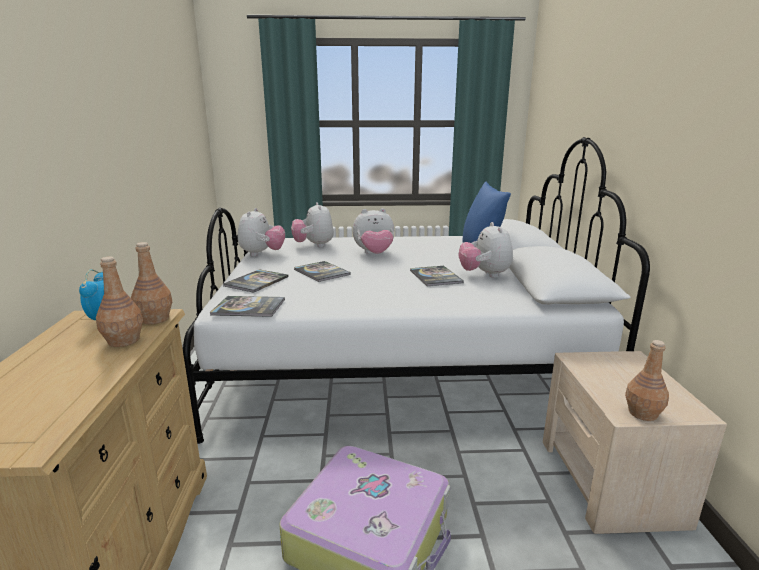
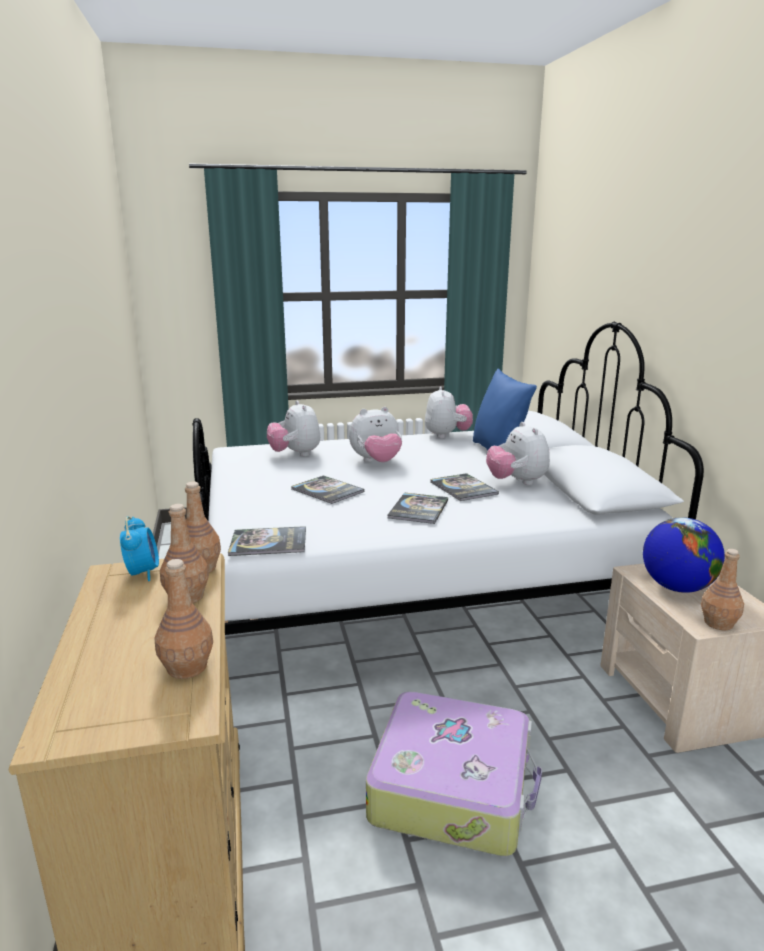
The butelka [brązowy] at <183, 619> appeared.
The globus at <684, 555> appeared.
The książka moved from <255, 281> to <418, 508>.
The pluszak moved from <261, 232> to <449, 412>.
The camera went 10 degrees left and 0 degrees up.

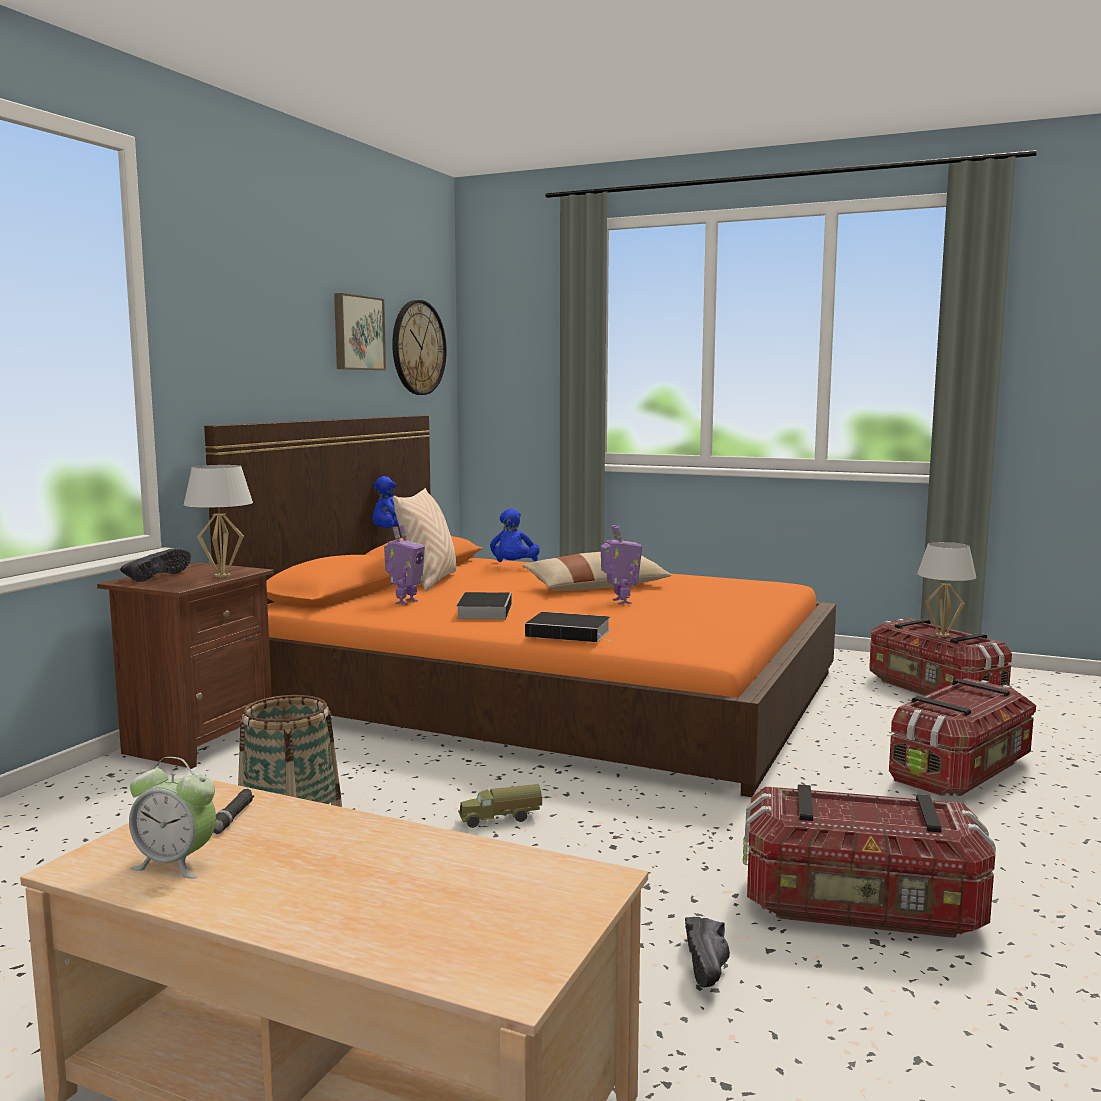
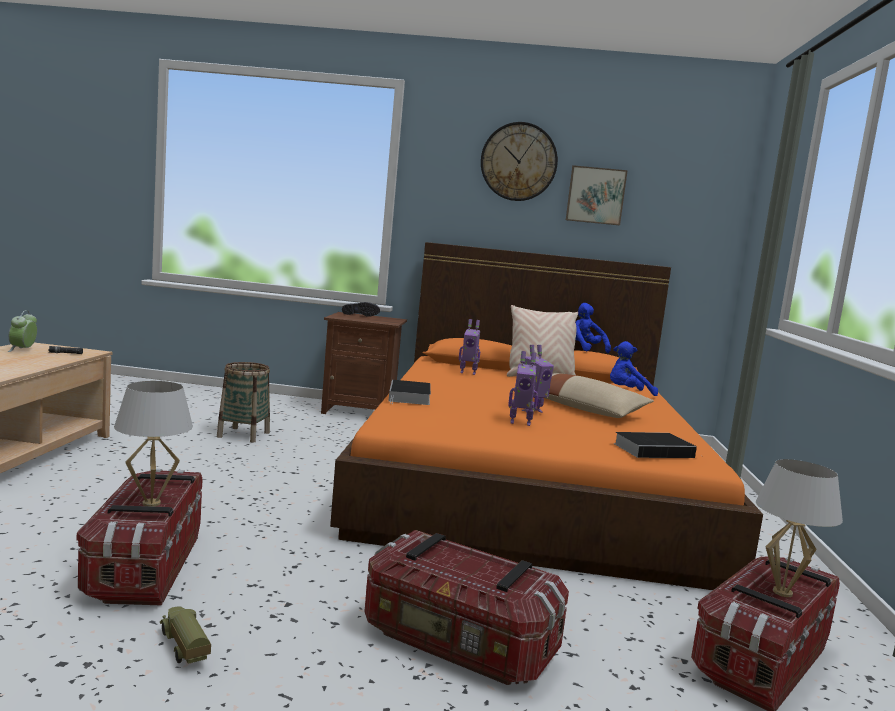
The but [czarny] at <707, 952> disappeared.
The robot zabawkowy at <523, 388> appeared.
The lampa stołowa [biały] moved from <218, 521> to <153, 444>.
The zegar ścienny moved from <419, 347> to <519, 161>.
The książka moved from <483, 606> to <658, 445>.
The ciężarówka zabawkowa moved from <500, 806> to <185, 635>.
The camera went 70 degrees right and 0 degrees up.

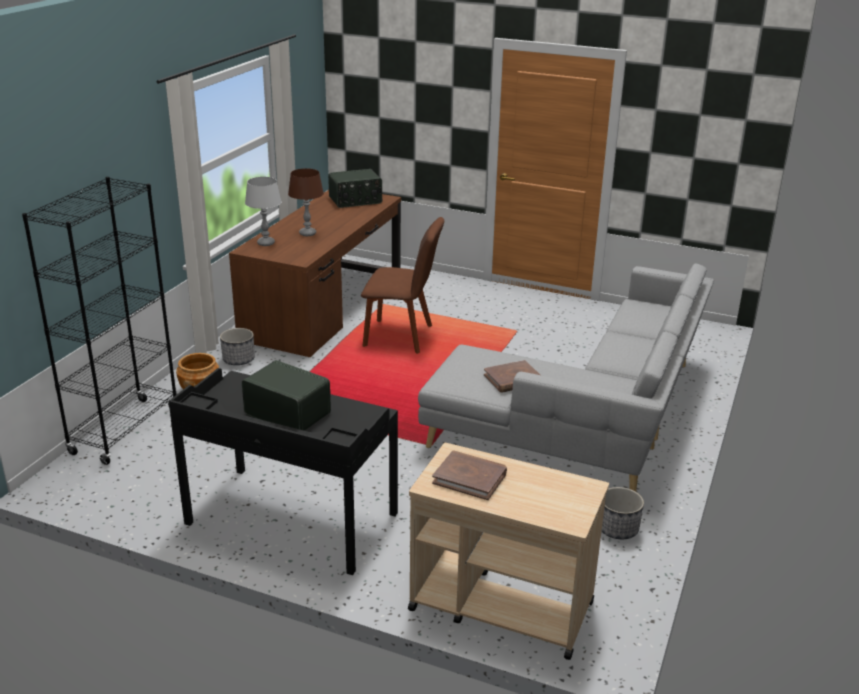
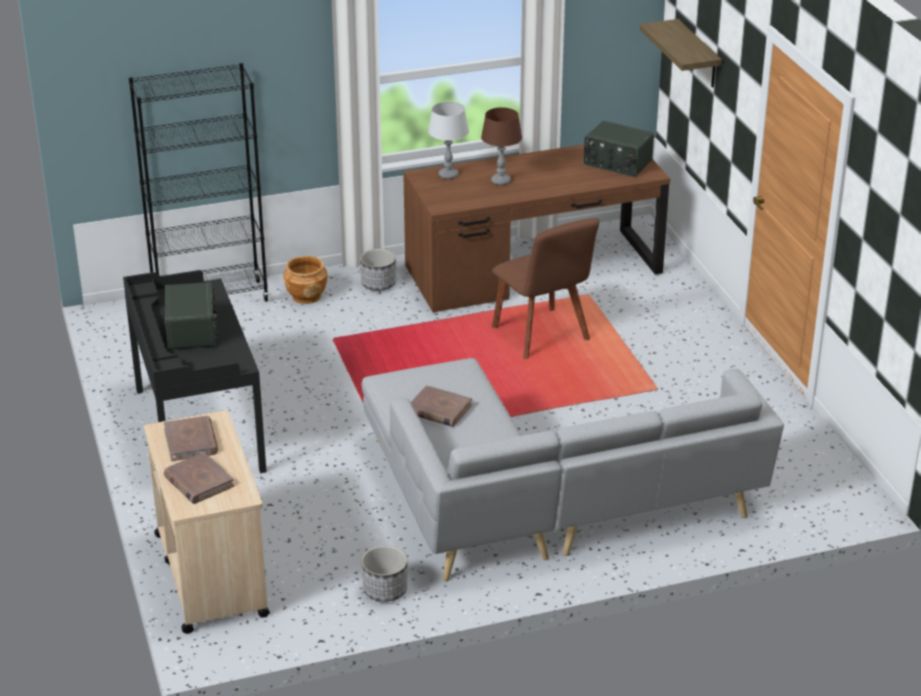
The książka [brązowy] at <198, 478> appeared.
The półka at <681, 53> appeared.
The camera went 50 degrees right and 5 degrees up.

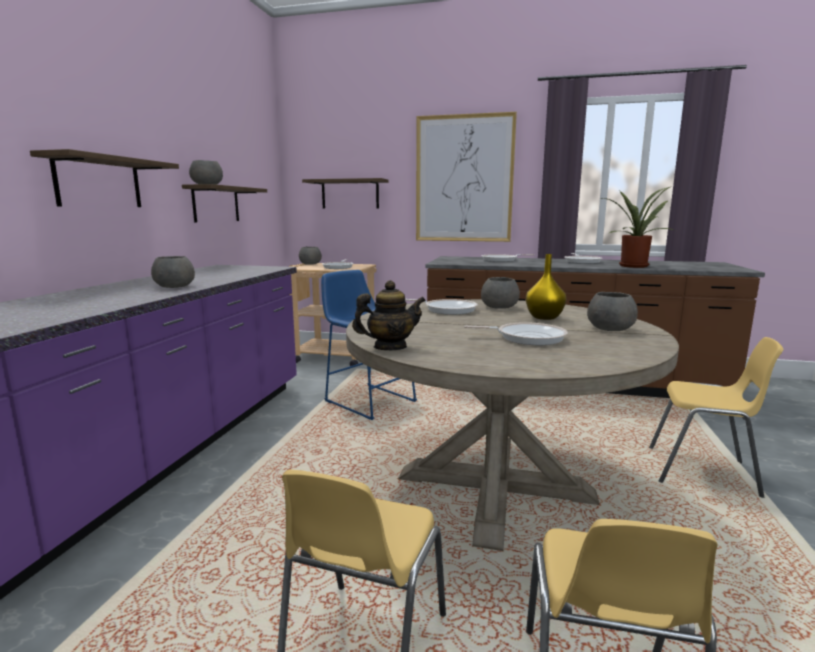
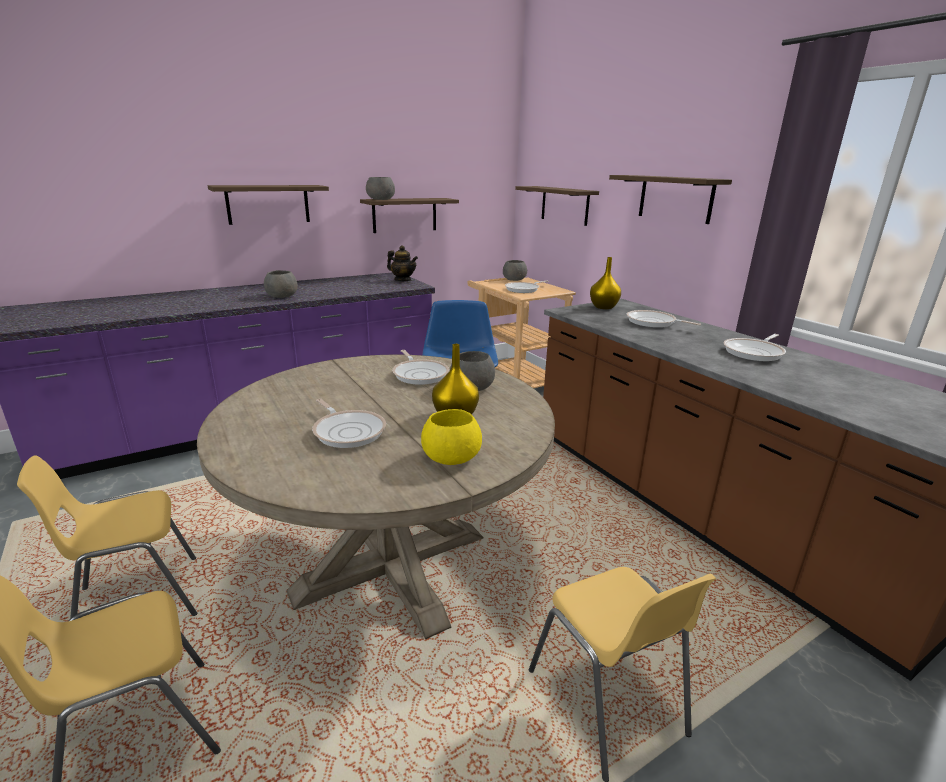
The roślina doniczkowa at <639, 227> disappeared.
The wazon [żółty] at <605, 283> appeared.
The imbryk moved from <389, 315> to <402, 263>.
The obraz at <466, 177> was replaced by the półka at <670, 199>.
The miska [szary] at <612, 311> became the miska [żółty] at <451, 437>.
The camera went 45 degrees right and 10 degrees up.

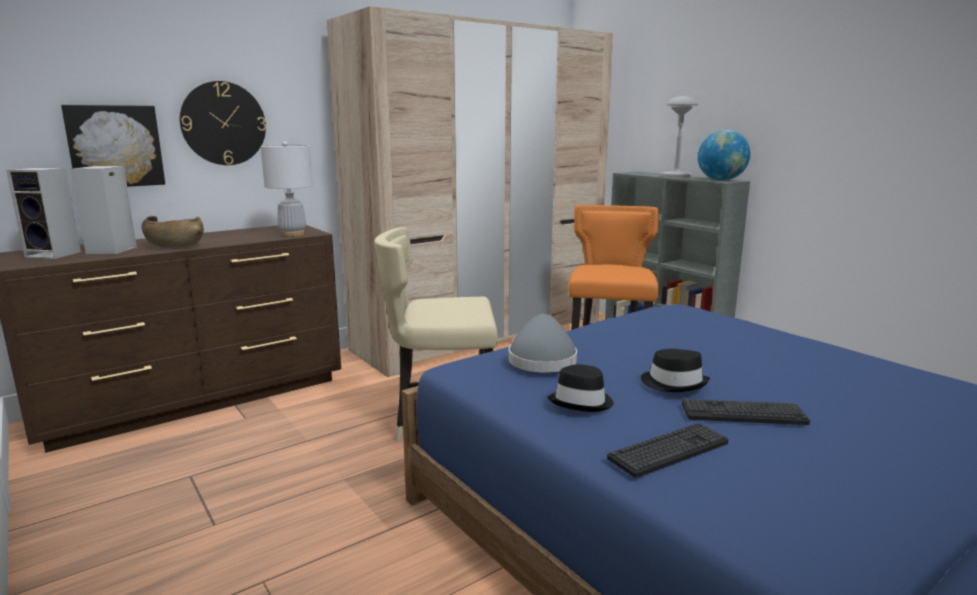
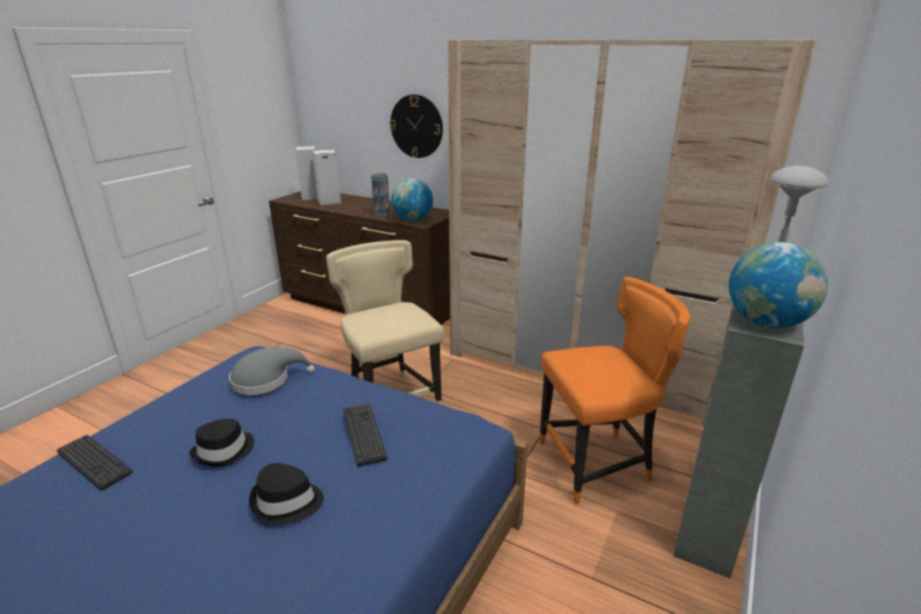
The obraz at <113, 146> disappeared.
The miska [brązowy] at <173, 232> disappeared.
The wazon at <380, 195> appeared.
The kapelusz [czarny] moved from <580, 388> to <286, 493>.
The klawiatura moved from <746, 412> to <365, 435>.
The lampa stołowa [biały] at <286, 189> was replaced by the globus at <412, 200>.
The camera went 65 degrees right and 10 degrees up.

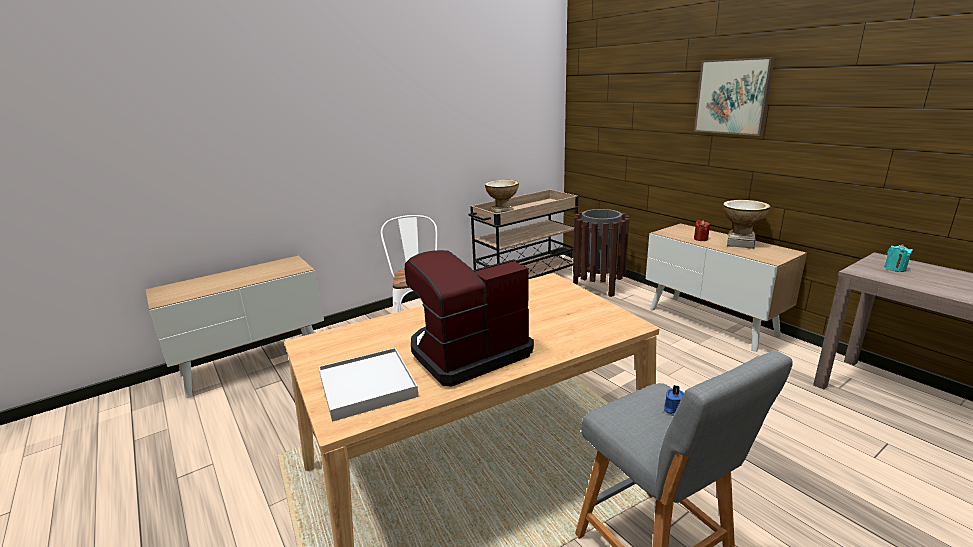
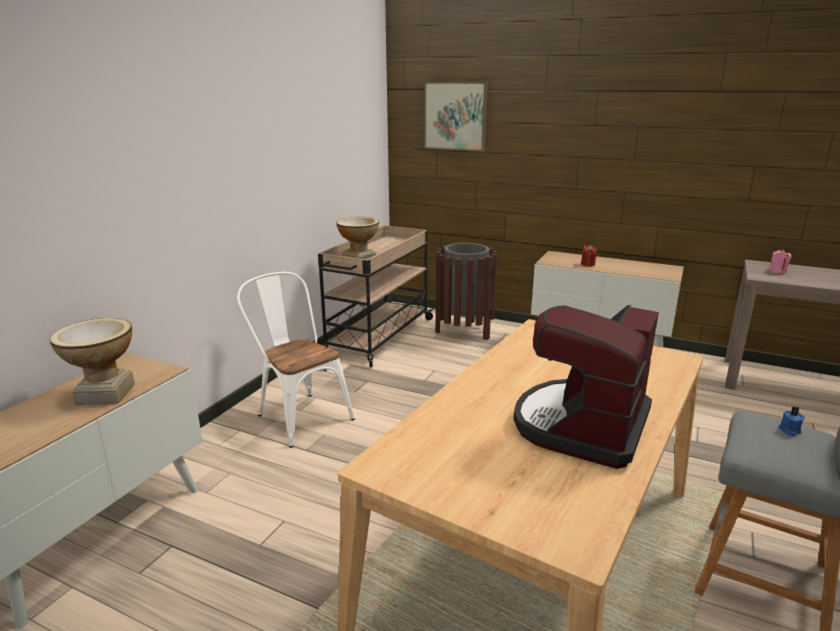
The taca [biały] at <369, 385> disappeared.
The obraz moved from <734, 96> to <455, 117>.
The wazon moved from <746, 224> to <92, 361>.
The świeca [turkusowy] at <898, 258> became the świeca [różowy] at <780, 261>.
The camera went 30 degrees left and 0 degrees up.

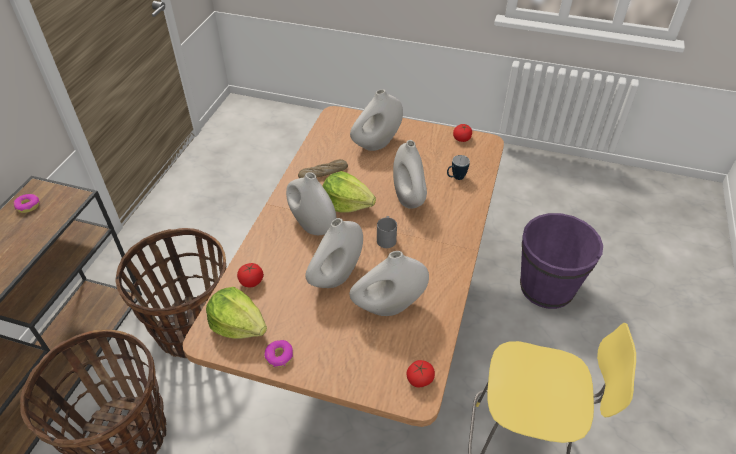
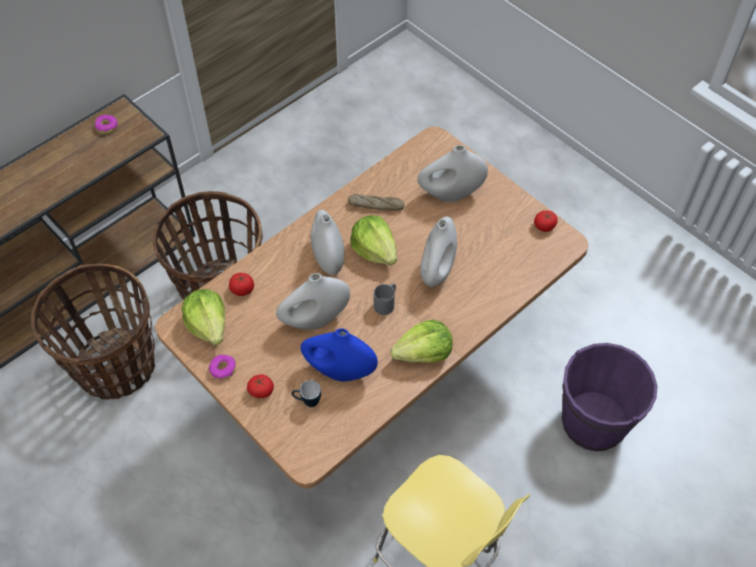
The sałata at <421, 341> appeared.
The pomidor moved from <420, 373> to <260, 386>.
The kubek moved from <458, 167> to <306, 393>.
The wazon [biały] at <389, 283> became the wazon [niebieski] at <339, 355>.
The camera went 30 degrees right and 10 degrees up.

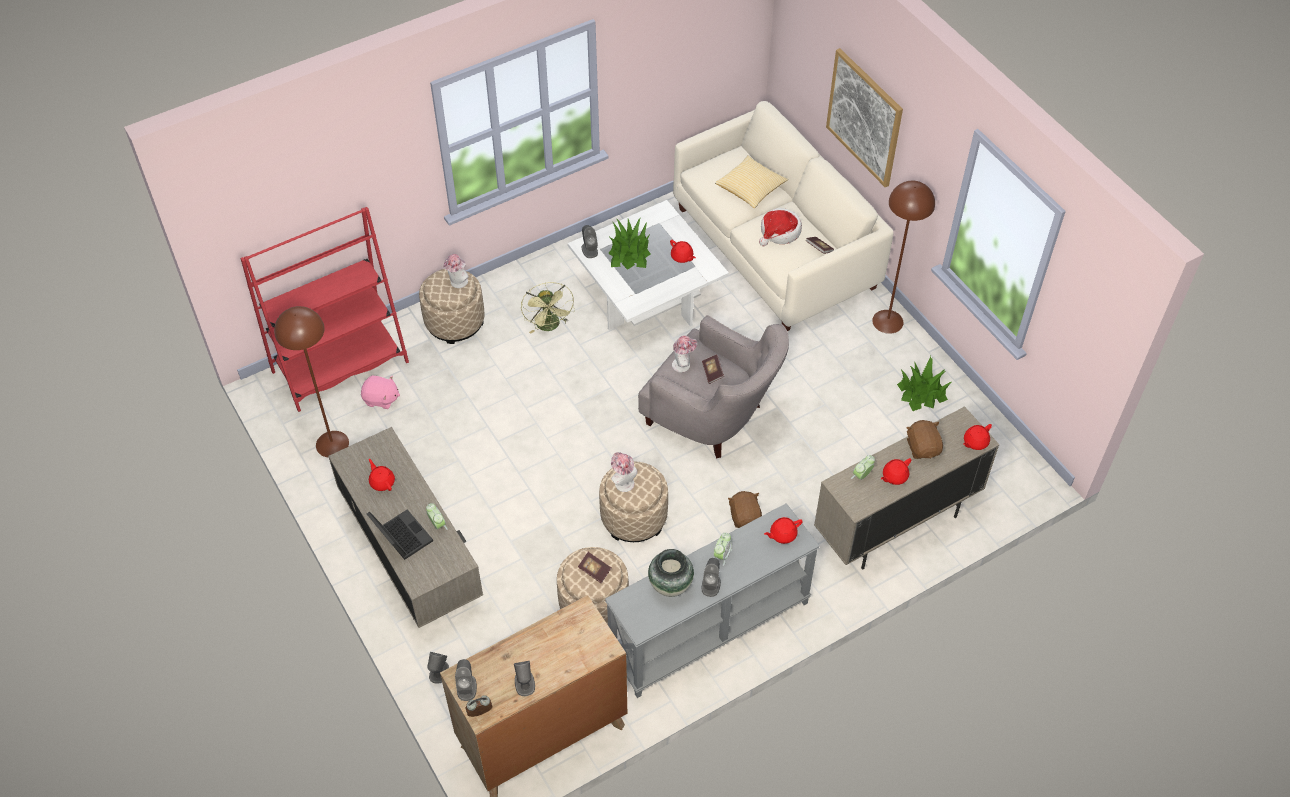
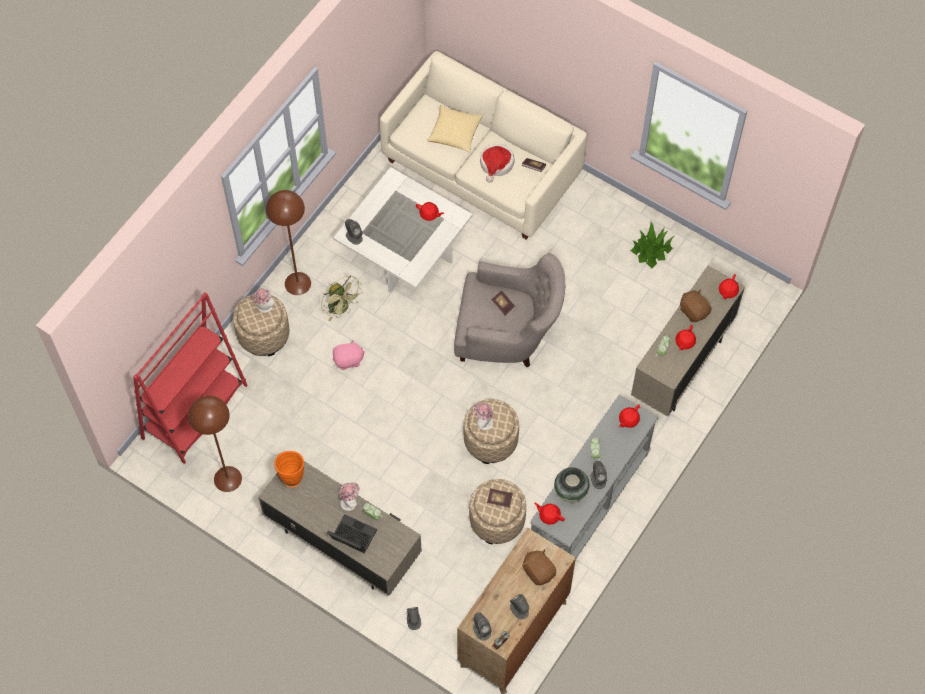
The roślina doniczkowa at <629, 243> disappeared.
The obraz at <864, 117> disappeared.
The wazon [pomarańczowy] at <289, 469> appeared.
The pluszak [różowy] moved from <380, 392> to <349, 354>.
The imbryk [czerwony] moved from <382, 475> to <549, 514>.
The kapelusz moved from <684, 353> to <349, 497>.
The pluszak [brązowy] moved from <745, 509> to <539, 567>.
The lampa stojąca [brązowy] moved from <903, 257> to <288, 242>.
The camera went 25 degrees left and 10 degrees up.

